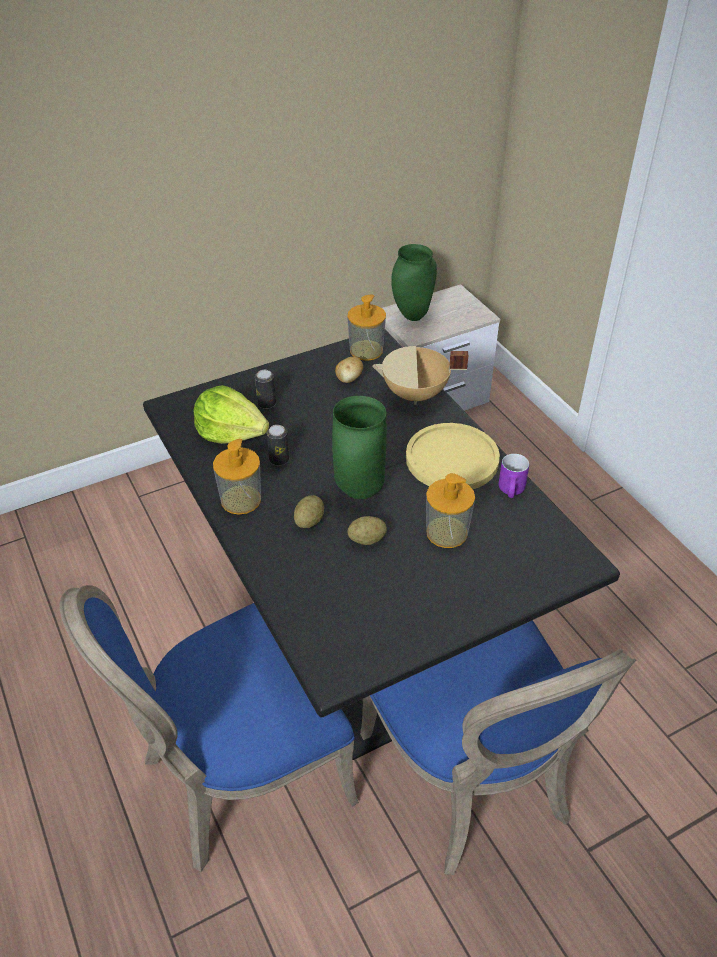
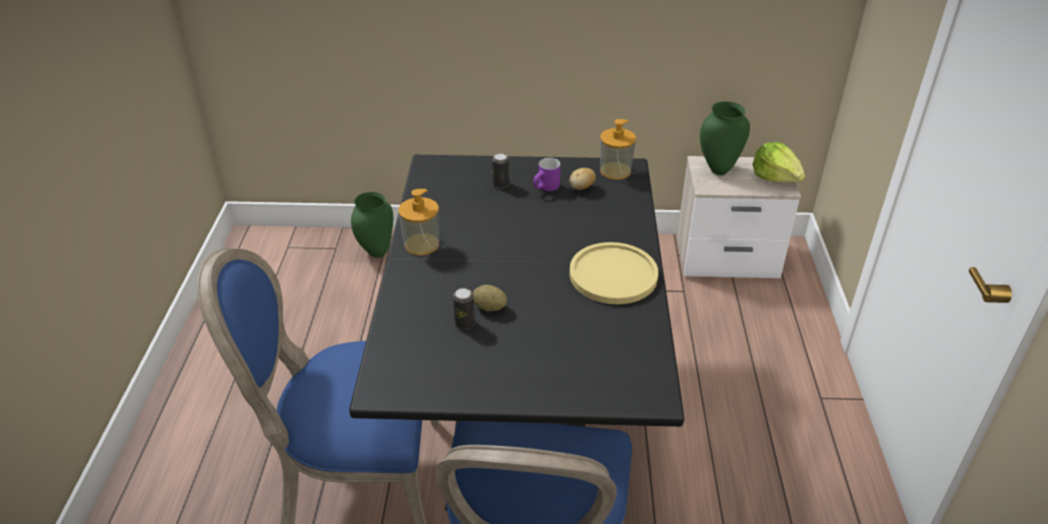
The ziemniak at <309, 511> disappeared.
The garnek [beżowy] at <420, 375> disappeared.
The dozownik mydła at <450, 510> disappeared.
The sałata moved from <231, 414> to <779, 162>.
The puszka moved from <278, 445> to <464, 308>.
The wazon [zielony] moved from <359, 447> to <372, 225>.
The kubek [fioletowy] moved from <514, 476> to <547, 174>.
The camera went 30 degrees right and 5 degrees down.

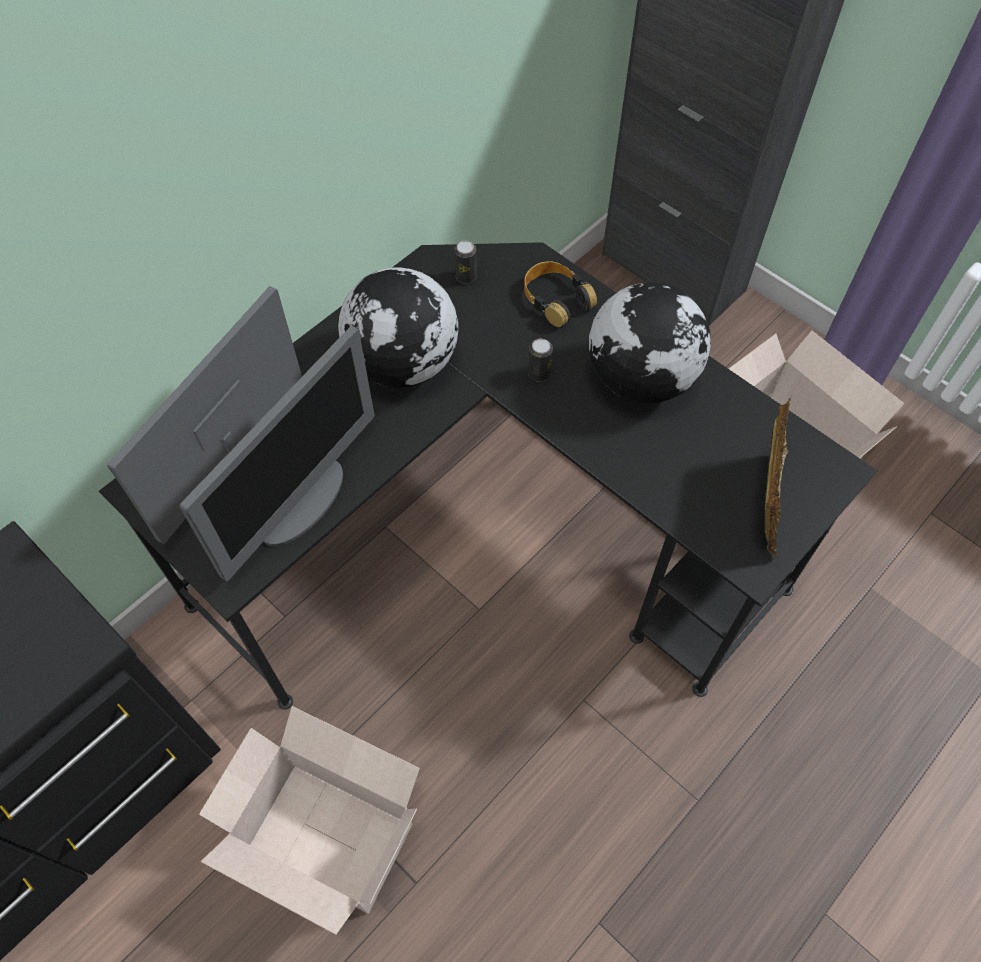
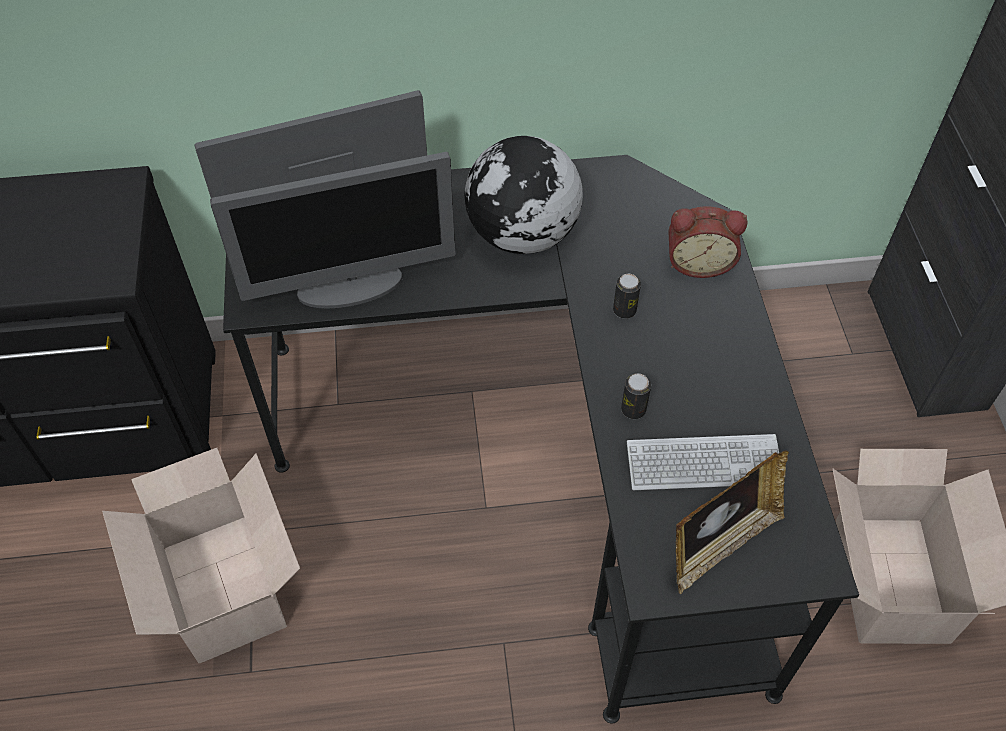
The globus at <650, 342> disappeared.
The klawiatura at <703, 462> appeared.
The puszka moved from <465, 262> to <636, 396>.
The słuchawki at <560, 294> was replaced by the budzik at <708, 242>.
The camera went 40 degrees right and 5 degrees down.

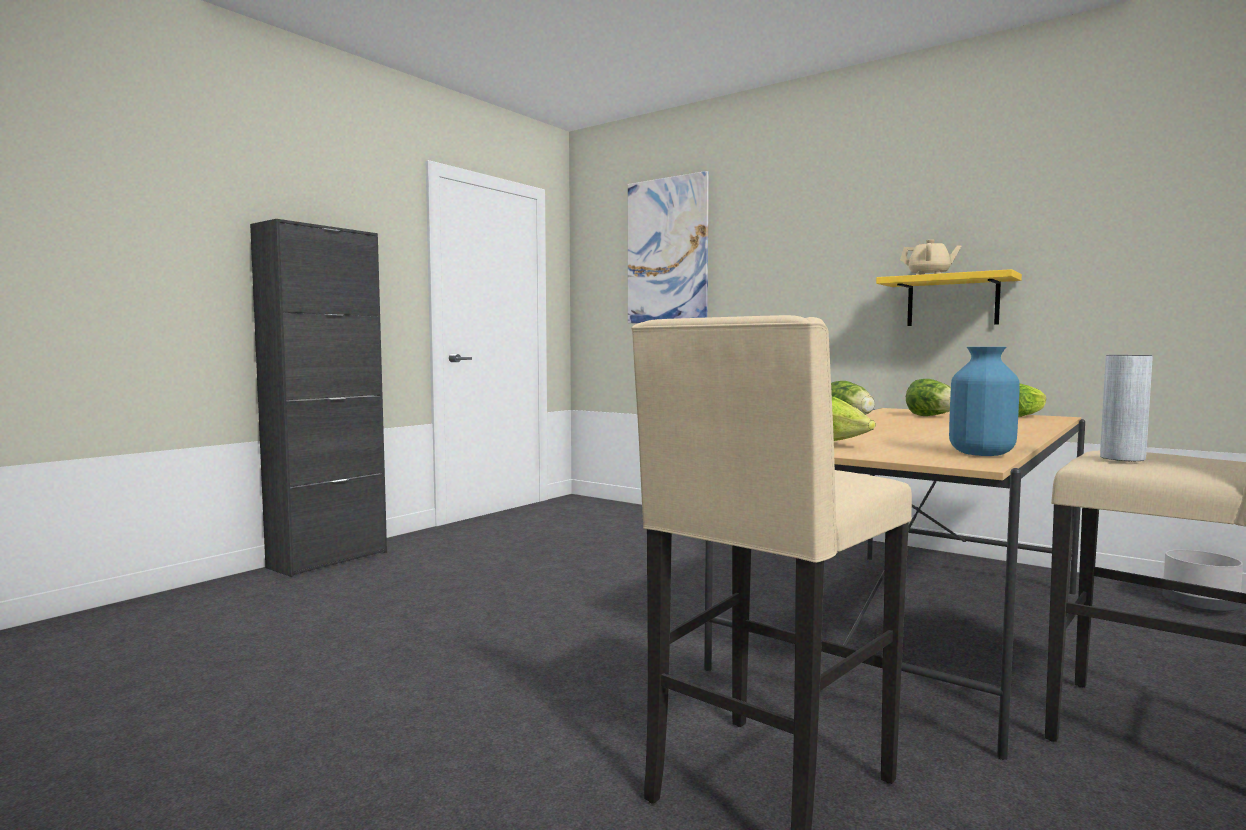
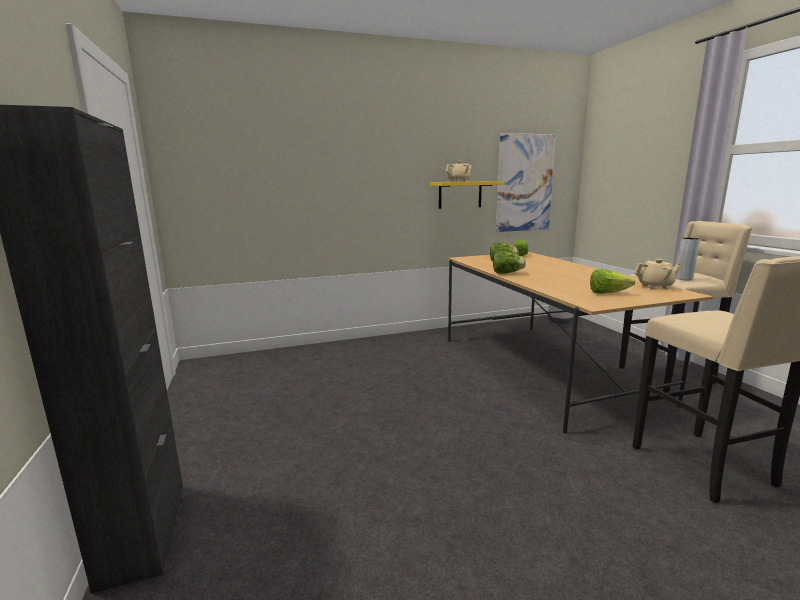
The obraz moved from <668, 247> to <526, 182>.
The wazon [niebieski] at <984, 401> was replaced by the imbryk [beżowy] at <658, 274>.
The camera went 55 degrees left and 10 degrees up.

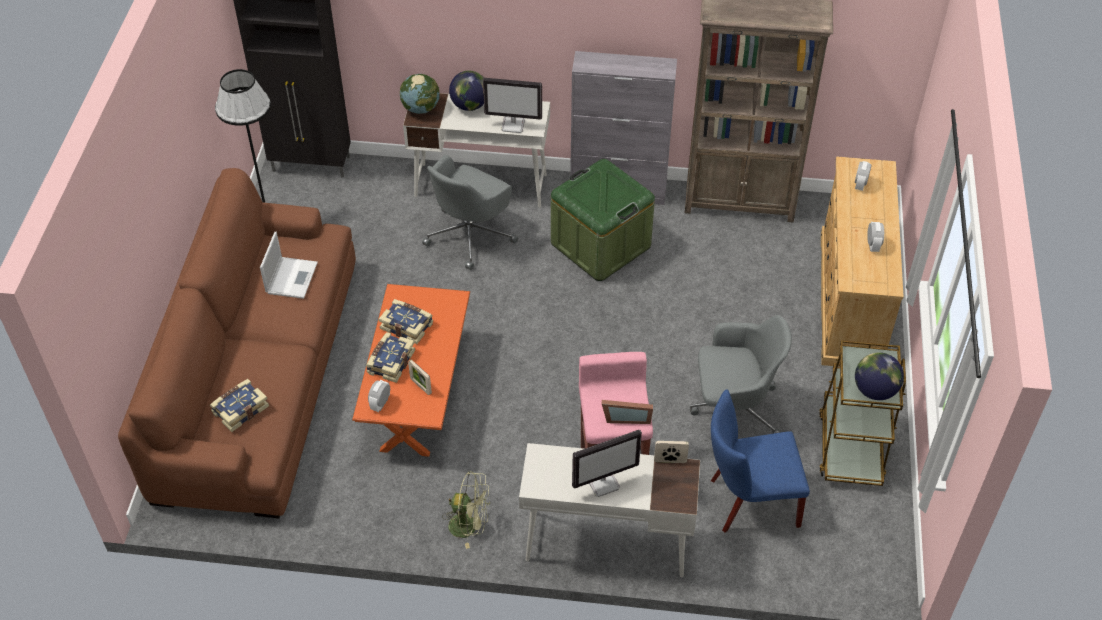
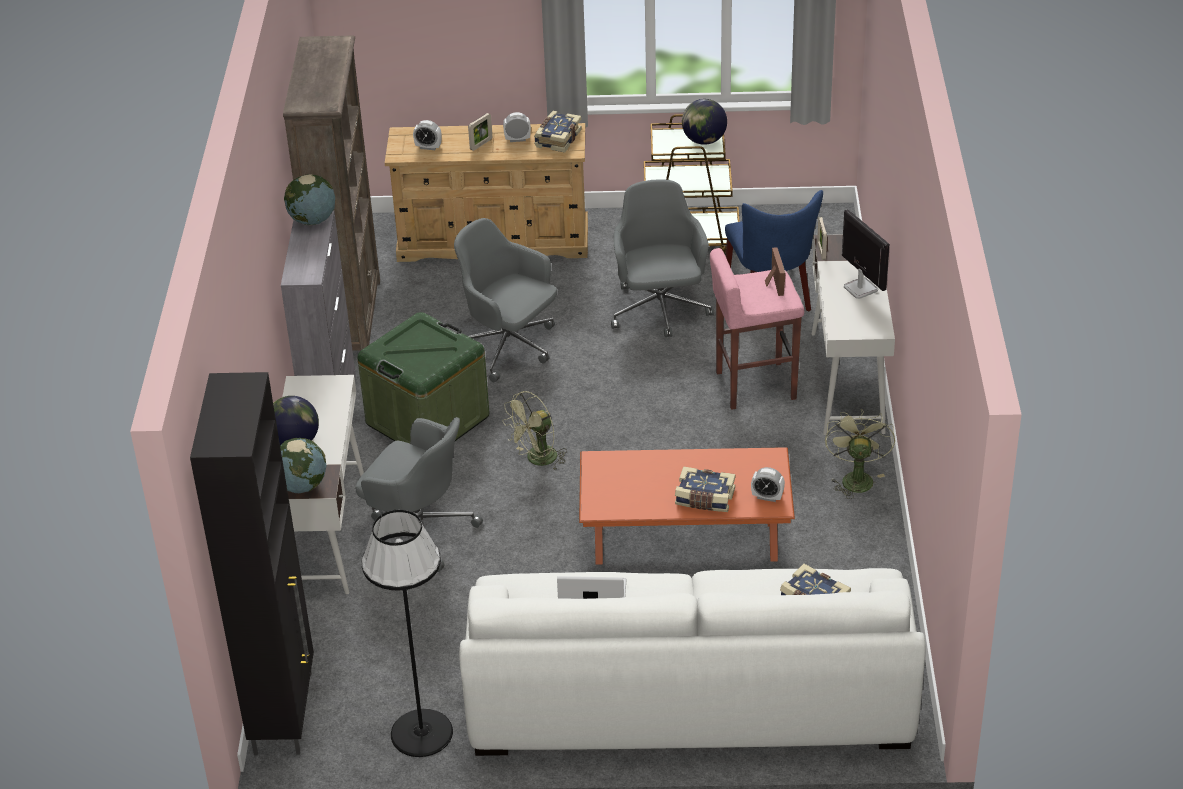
The monitor at <512, 105> disappeared.
The globus at <309, 199> appeared.
The krzesło biurowe [szary] at <505, 300> appeared.
The wentylator [zielony] at <535, 430> appeared.
The książka moved from <405, 321> to <558, 132>.
The ramka na zdjęcie moved from <420, 377> to <480, 132>.
The kanapa [brązowy] at <237, 343> became the kanapa [biały] at <692, 662>.
The camera went 95 degrees left and 10 degrees down.

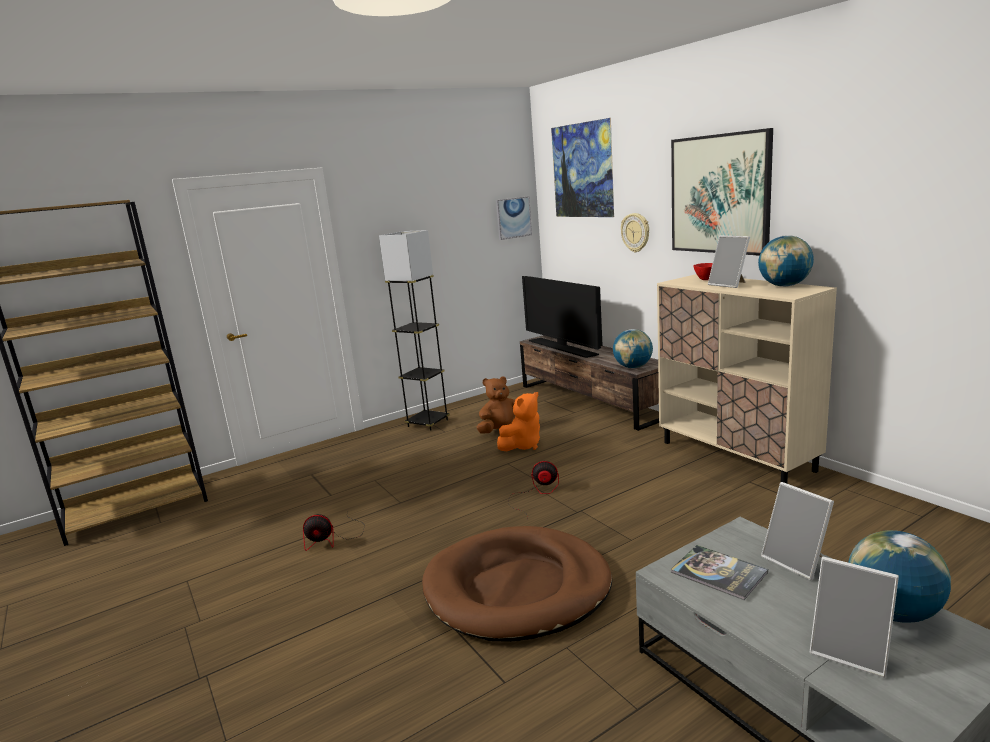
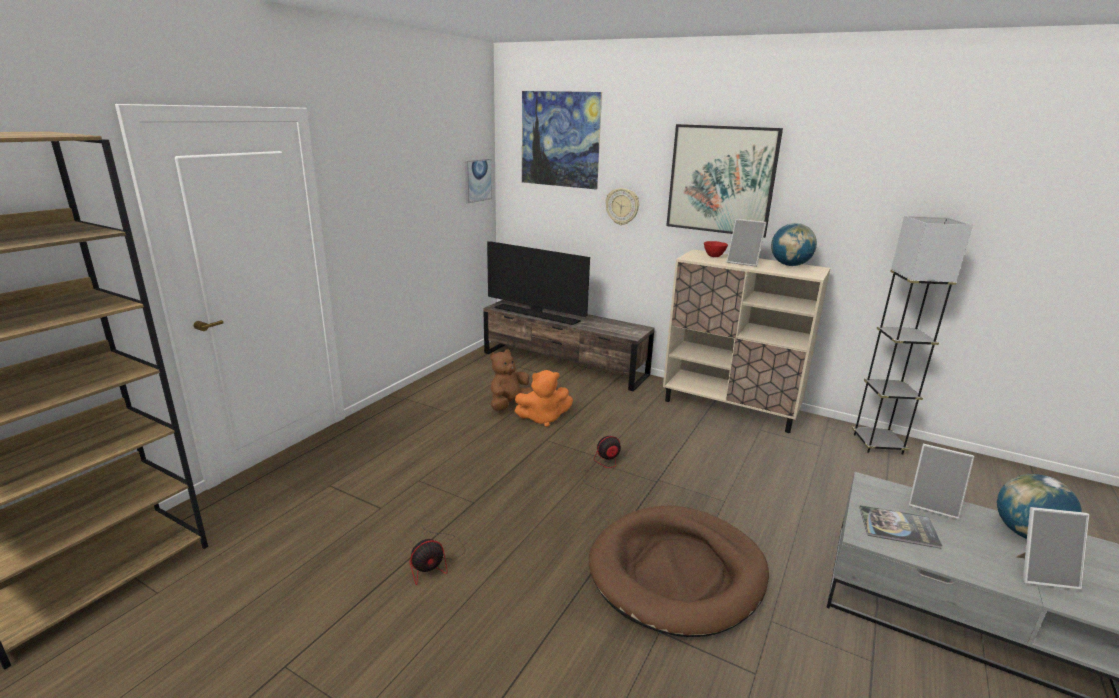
The globus at <633, 348> disappeared.
The lampa stojąca [szary] moved from <414, 330> to <912, 335>.
The pluszak [pomarańczowy] at <518, 421> turned 60 degrees clockwise.
The camera went 30 degrees left and 5 degrees up.

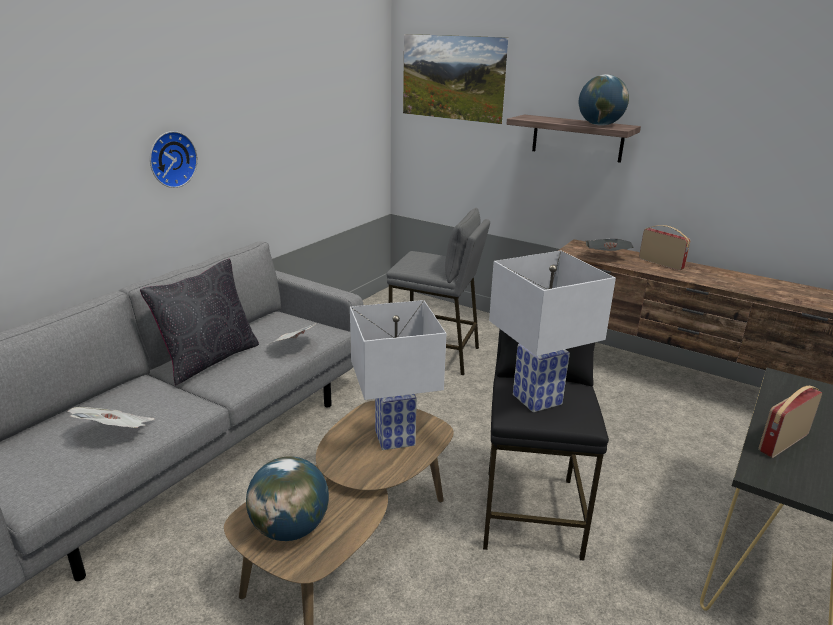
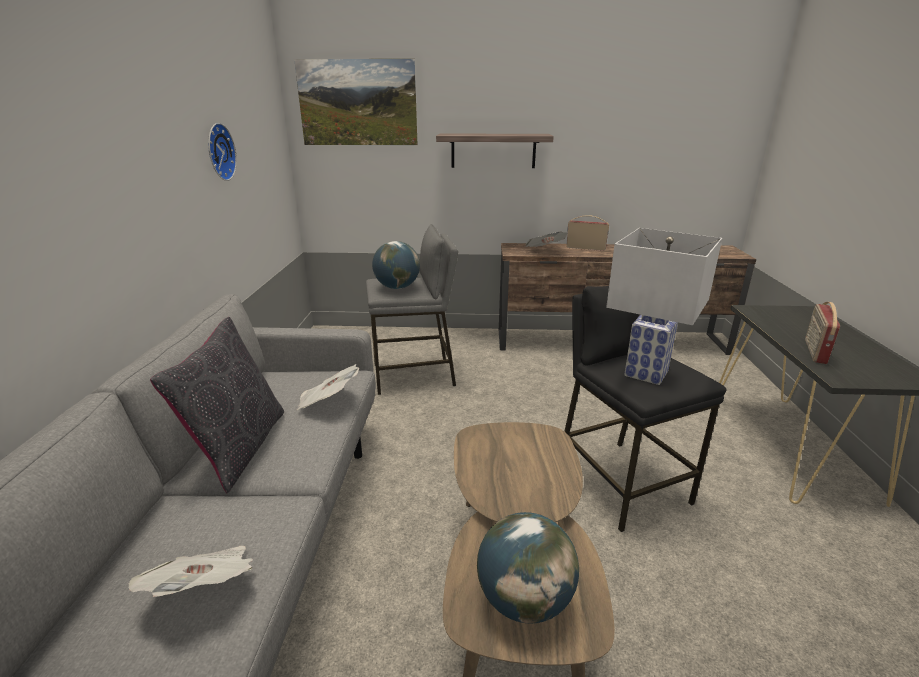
The lampa stołowa [biały] at <398, 375> disappeared.
The zegar ścienny moved from <174, 159> to <222, 152>.
The globus moved from <604, 100> to <396, 265>.
The camera went 30 degrees left and 0 degrees up.

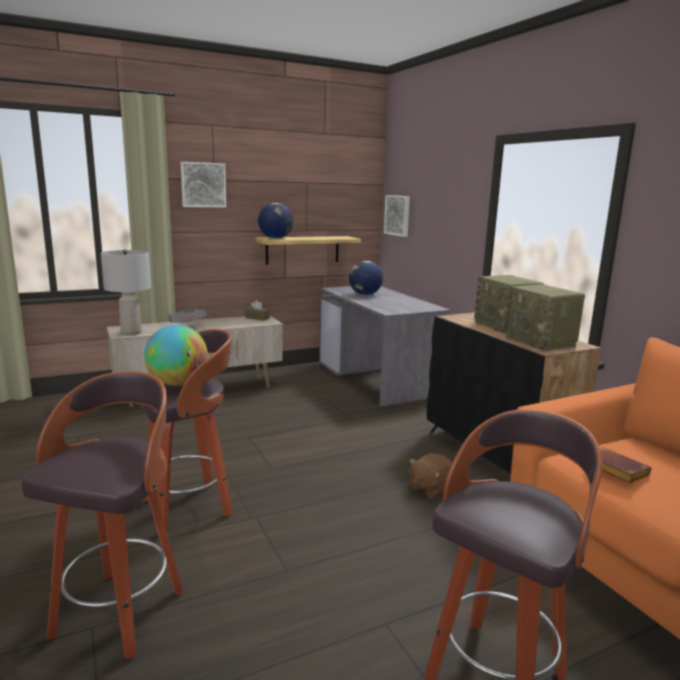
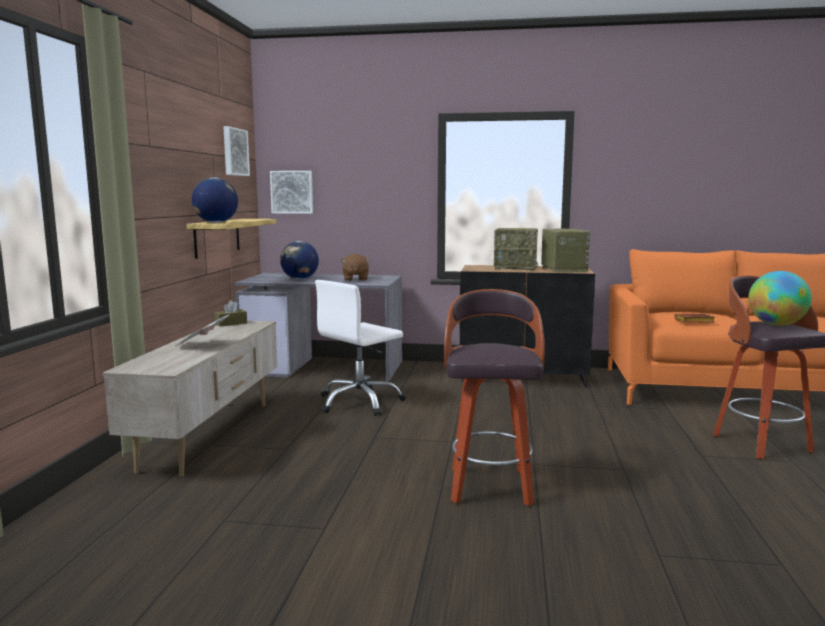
The stołek at <102, 515> disappeared.
The lampa stołowa [szary] at <126, 292> disappeared.
The krzesło biurowe [biały] at <360, 348> appeared.
The globus moved from <176, 355> to <780, 298>.
The obraz moved from <203, 184> to <237, 151>.
The pluszak [brązowy] moved from <430, 476> to <355, 267>.
The radio at <545, 317> turned 105 degrees counterclockwise.
The camera went 55 degrees left and 5 degrees down.

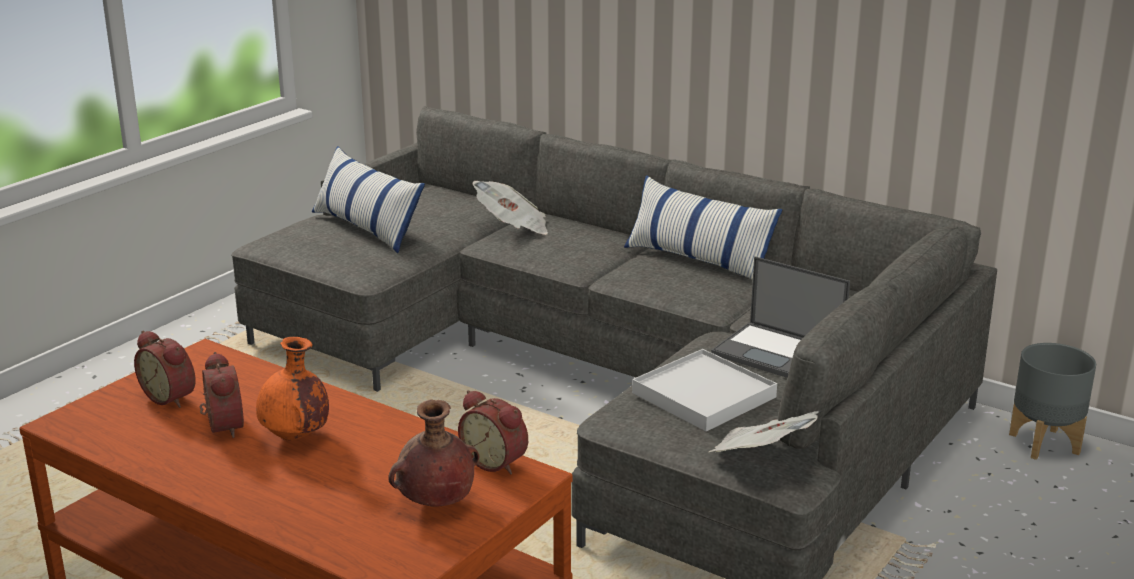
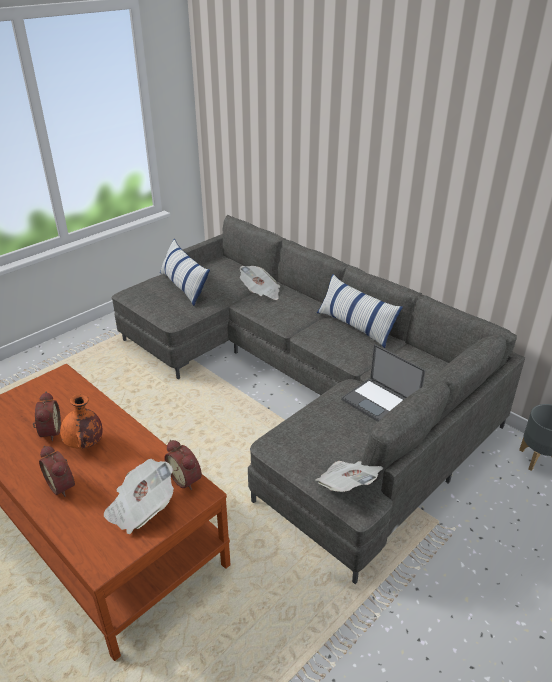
The taca [biały] at <704, 390> disappeared.
The budzik moved from <165, 369> to <57, 471>.
The wazon [brązowy] at <433, 453> was replaced by the gazeta at <139, 496>.
The camera went 10 degrees right and 10 degrees up.

